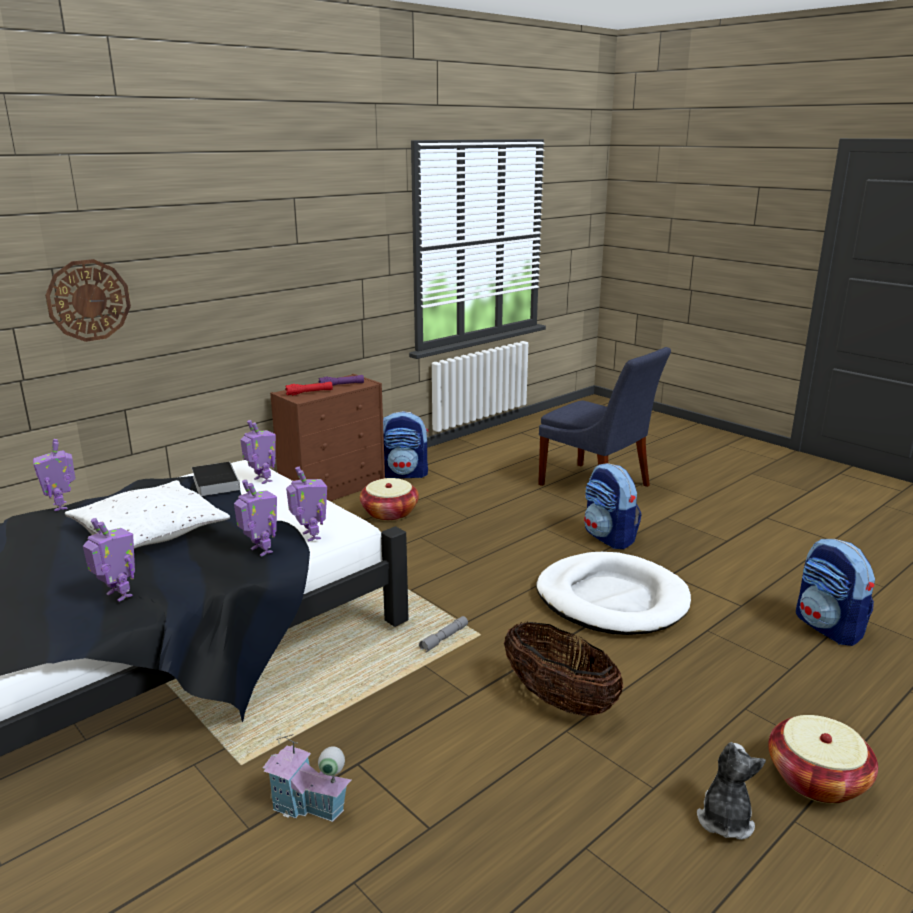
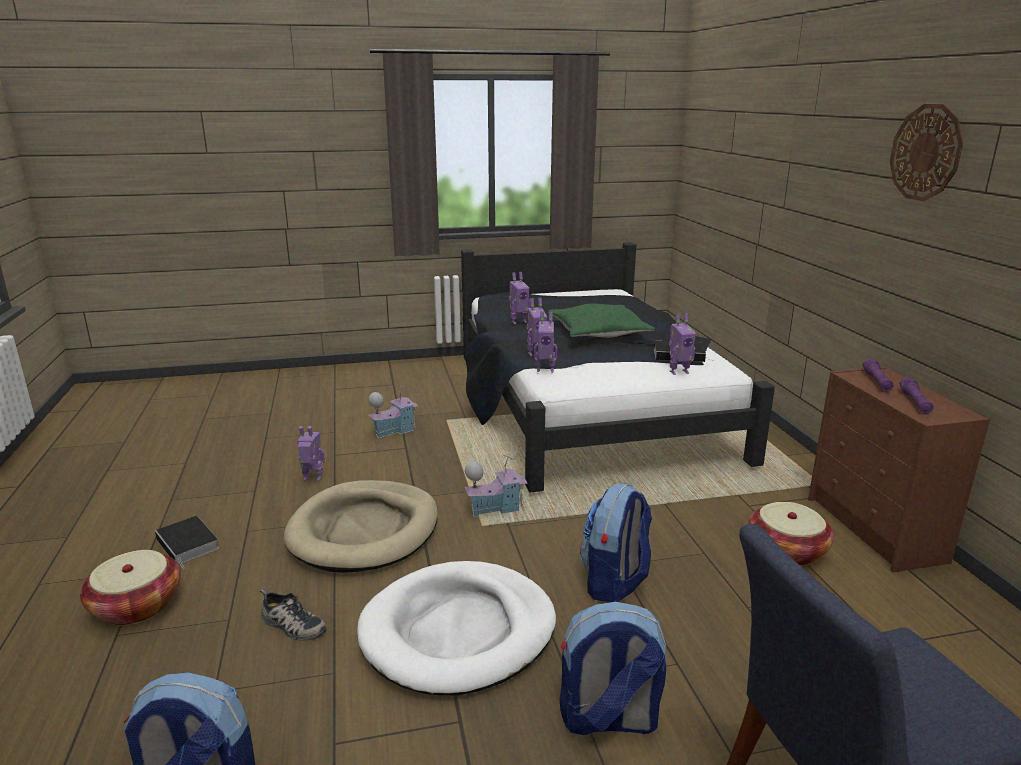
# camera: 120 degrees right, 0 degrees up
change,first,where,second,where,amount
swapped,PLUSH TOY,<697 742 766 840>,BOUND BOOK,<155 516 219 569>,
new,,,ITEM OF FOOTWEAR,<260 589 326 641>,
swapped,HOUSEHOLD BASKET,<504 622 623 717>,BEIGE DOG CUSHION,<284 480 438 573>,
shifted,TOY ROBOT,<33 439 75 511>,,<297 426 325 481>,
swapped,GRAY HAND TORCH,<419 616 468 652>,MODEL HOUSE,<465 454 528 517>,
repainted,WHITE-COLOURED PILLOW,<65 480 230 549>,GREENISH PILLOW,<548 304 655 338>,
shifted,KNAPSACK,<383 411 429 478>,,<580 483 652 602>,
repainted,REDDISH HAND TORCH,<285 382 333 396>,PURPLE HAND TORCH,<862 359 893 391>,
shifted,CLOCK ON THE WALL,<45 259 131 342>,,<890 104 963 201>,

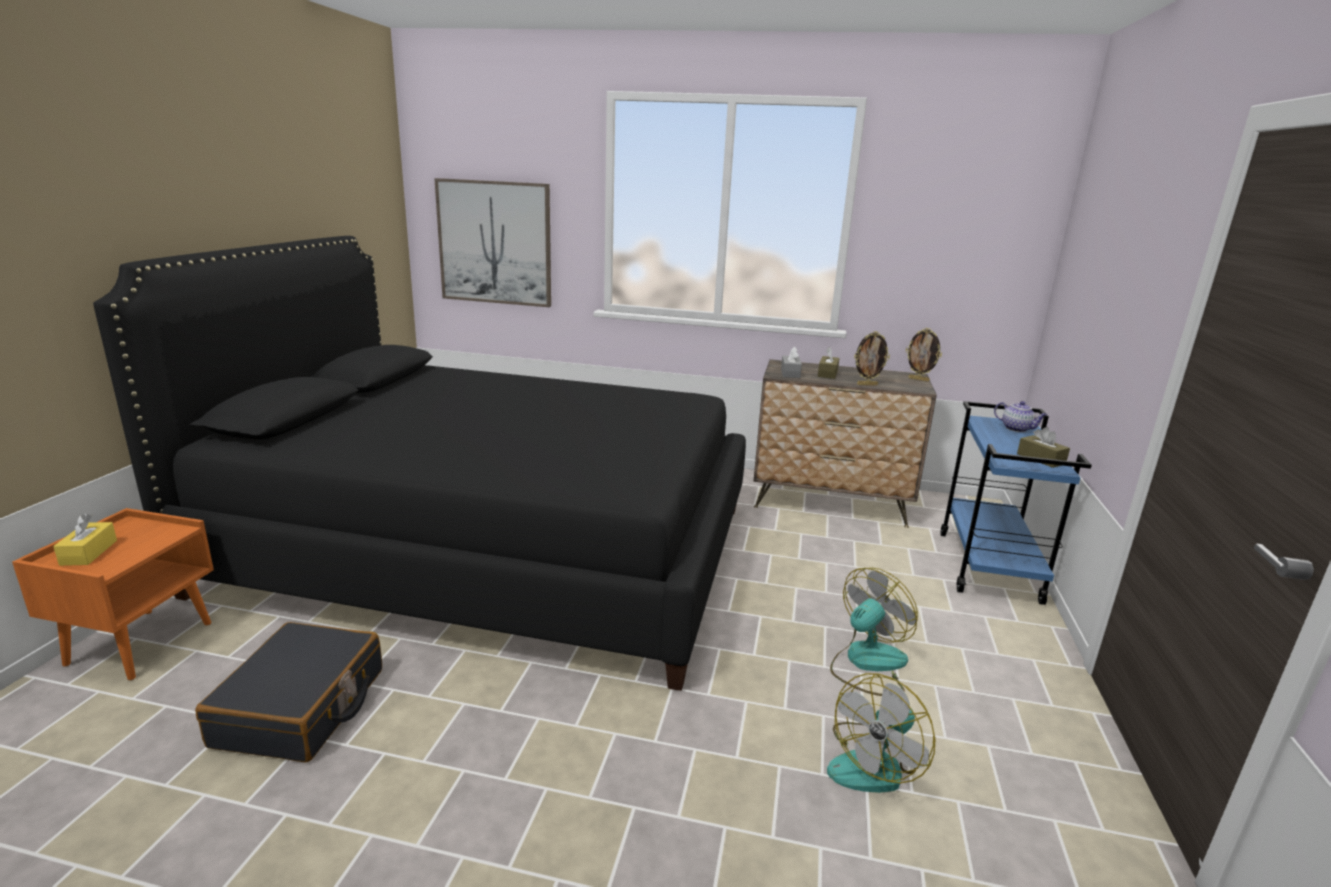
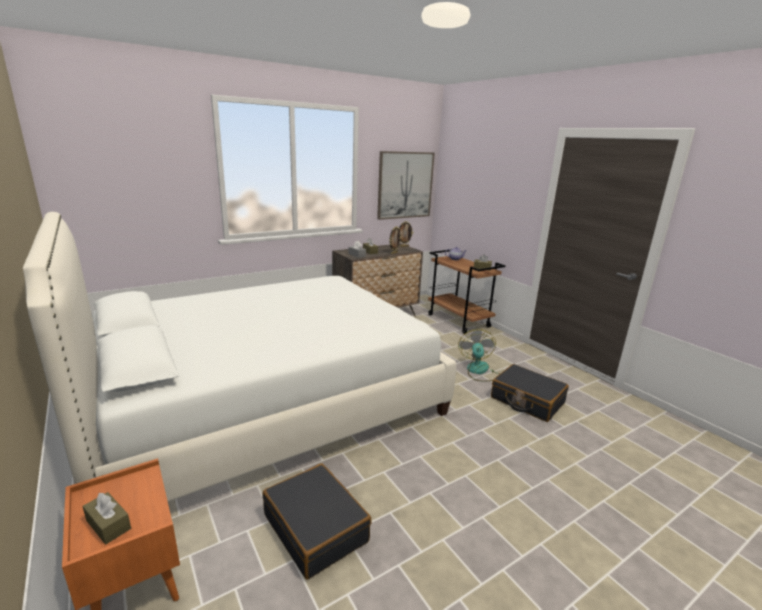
# camera: 45 degrees left, 0 degrees up
change,first,where,second,where,amount
repainted,BLACK BEDROOM BED,<93 236 746 691>,WHITE-COLOURED BEDROOM BED,<23 212 456 502>,
repainted,YELLOW-COLOURED TISSUE BOX,<53 514 117 566>,BROWNISH TISSUE BOX,<82 492 131 545>,
shifted,WALL PICTURE,<434 178 551 307>,,<377 151 435 220>,
repainted,BLUE WHEELED CART,<940 401 1092 605>,BROWNISH WHEELED CART,<428 249 506 334>,
swapped,ELECTRIC FAN,<827 673 935 793>,BLACK PIECE OF LUGGAGE,<491 364 569 422>,

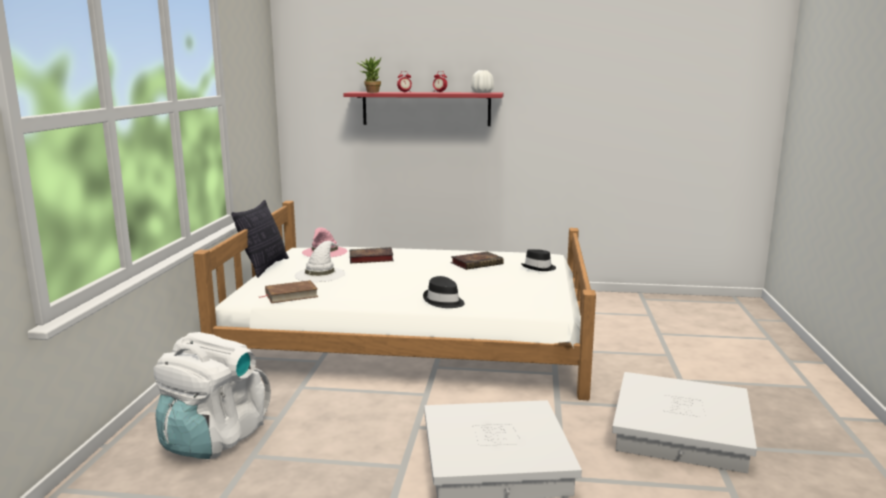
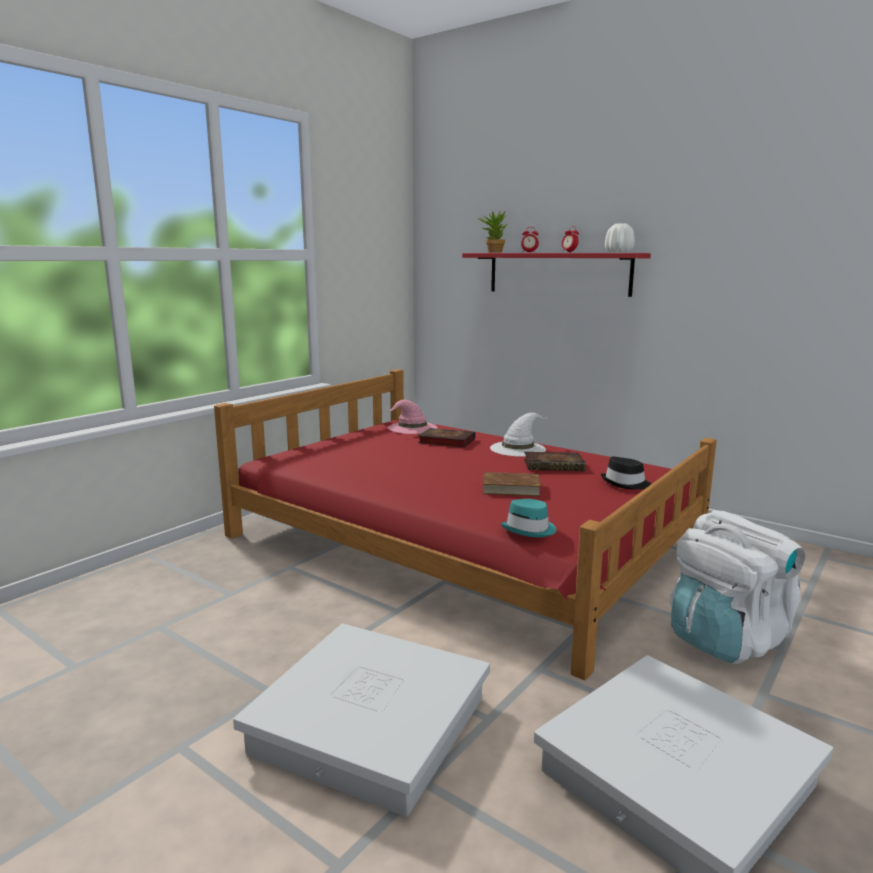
# camera: 30 degrees right, 0 degrees up
change,first,where,second,where,amount
repainted,WHITE-COLOURED BEDROOM BED,<193 201 596 400>,REDDISH BEDROOM BED,<214 369 717 680>,
shifted,BROWNISH BOUND BOOK,<259 280 318 303>,,<473 472 541 496>,
shifted,WHITE-COLOURED WEARABLE HAT,<294 241 345 282>,,<490 413 548 457>,
new,,,TURQUOISE-COLOURED WEARABLE HAT,<501 499 556 538>,
shifted,WHITE-COLOURED KNAPSACK,<154 332 271 459>,,<669 510 805 664>,
gone,PILLOW,<231 200 289 278>,,,
gone,BLACK WEARABLE HAT,<423 276 465 308>,,,

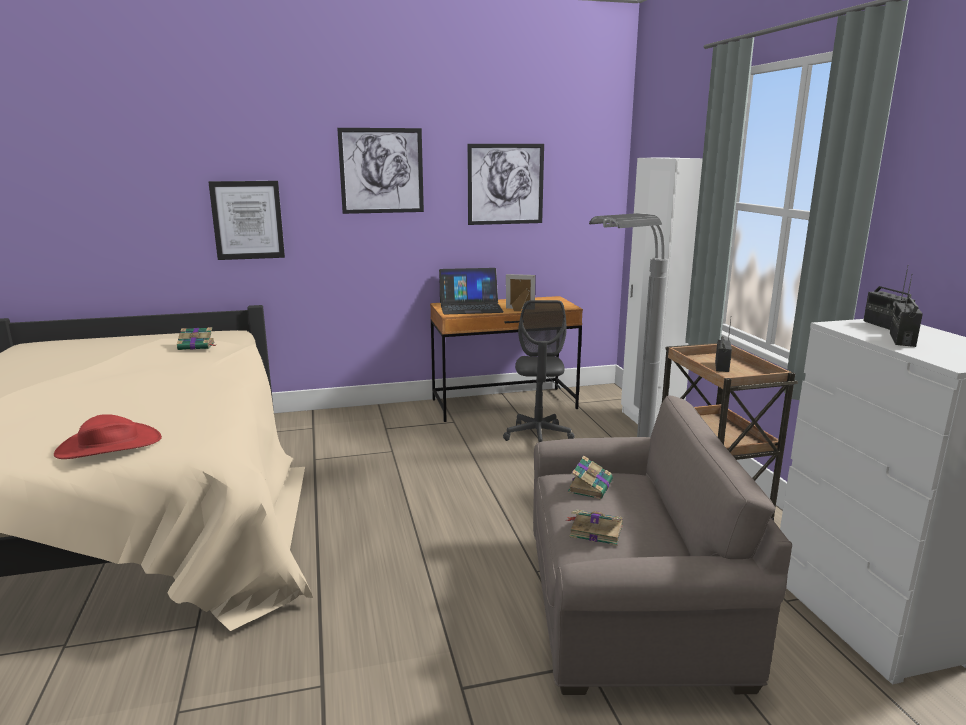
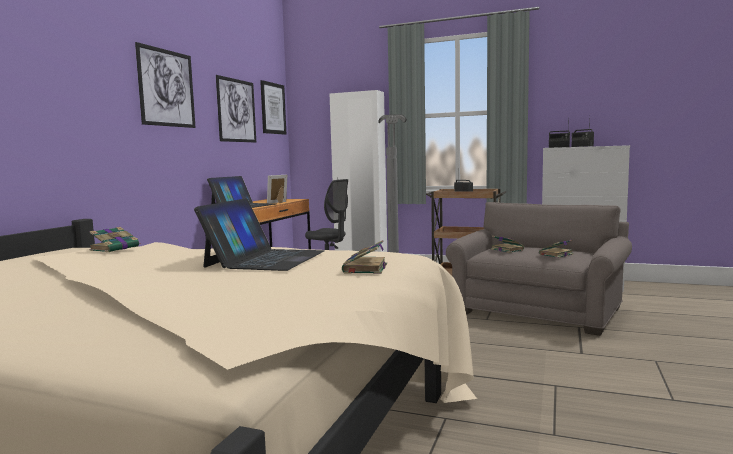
# camera: 55 degrees left, 10 degrees down
change,first,where,second,where,amount
new,,,NOTEBOOK COMPUTER,<194 198 324 271>,
shifted,WALL PICTURE,<209 181 285 260>,,<260 80 286 135>,
swapped,REDDISH WEARABLE HAT,<54 414 162 459>,BOUND BOOK,<342 240 387 274>,

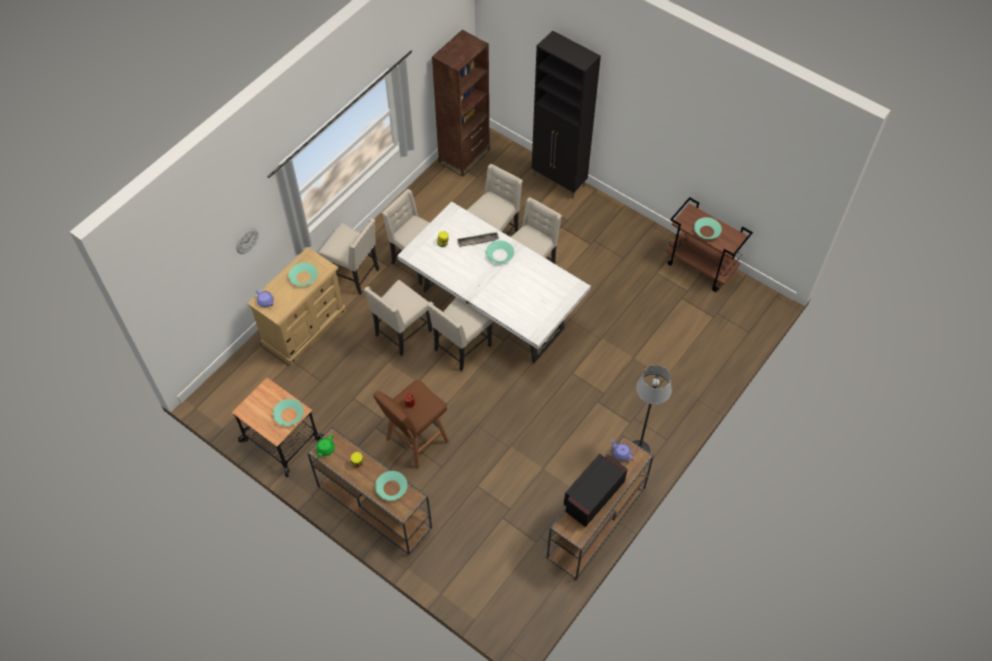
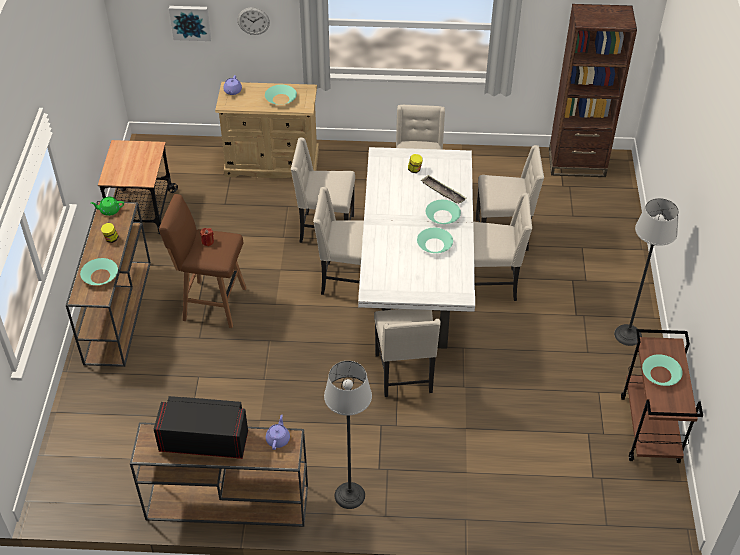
# camera: 55 degrees right, 10 degrees down
change,first,where,second,where,amount
new,,,WALL PICTURE,<169 6 211 41>,
shifted,BEIGE PLAIN CHAIR,<318 218 379 295>,,<374 309 441 397>,
shifted,TURQUOISE-COLOURED BOWL,<273 399 304 426>,,<417 228 453 253>,
new,,,STANDING LAMP,<614 198 679 346>,
gone,BLACK STORAGE CABINET,<532 30 601 198>,,,

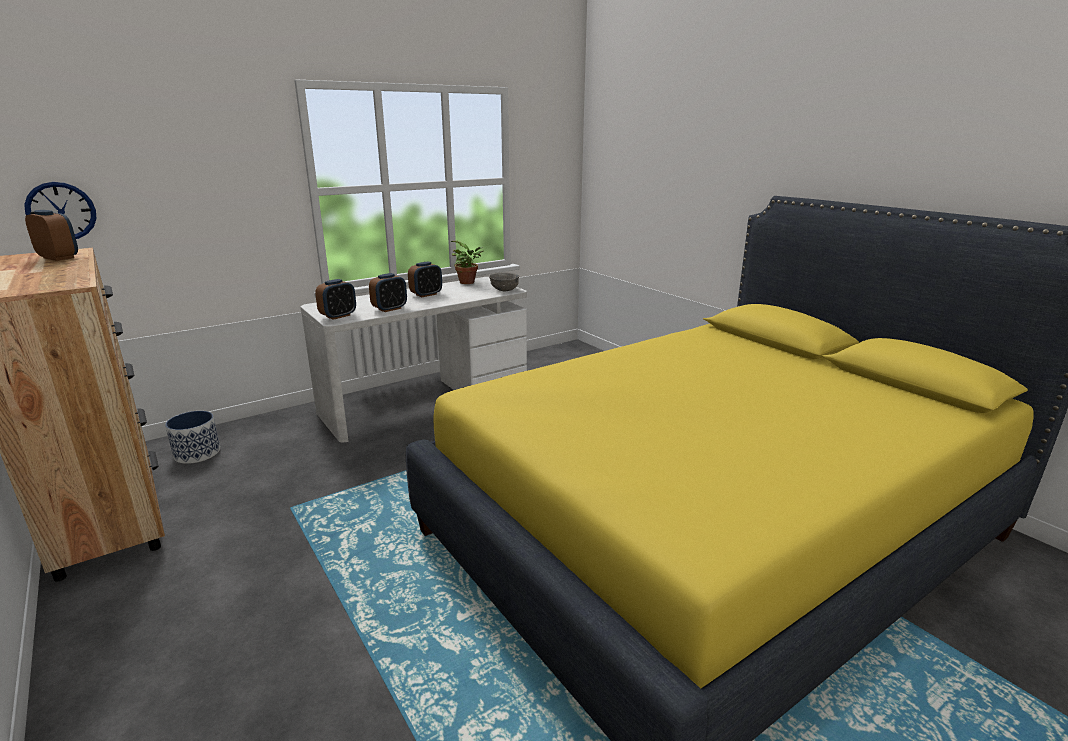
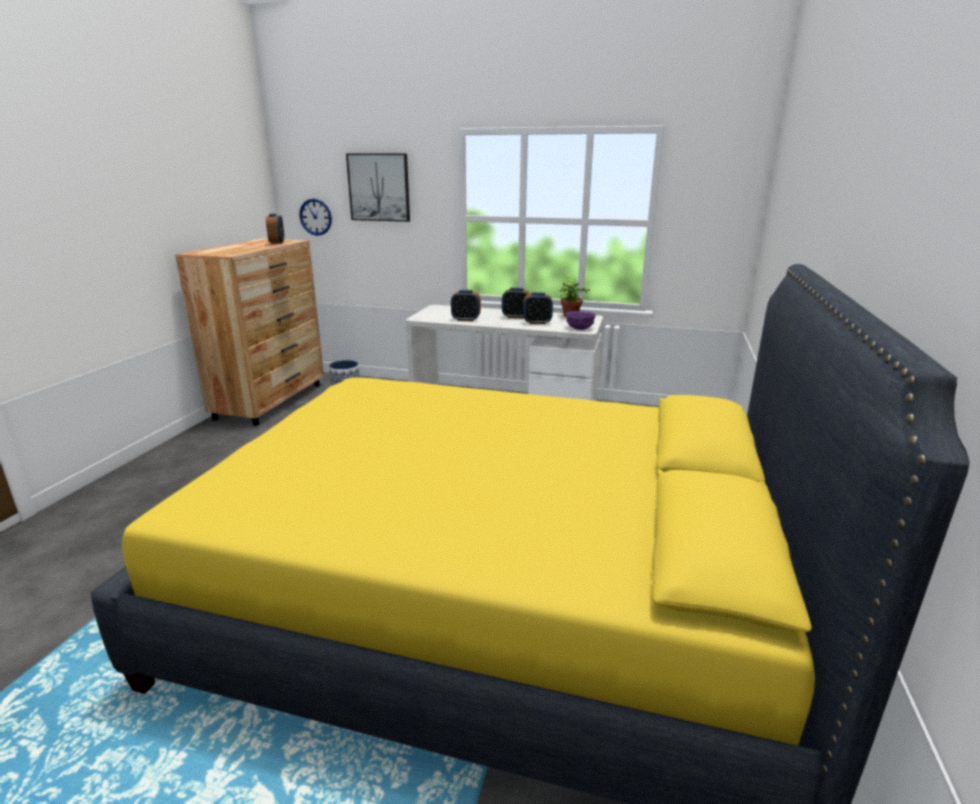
# camera: 50 degrees right, 0 degrees up
change,first,where,second,where,amount
new,,,WALL PICTURE,<346 153 410 222>,
shifted,TABLE CLOCK,<315 279 356 320>,,<523 292 553 324>,
repainted,GRAY BOWL,<489 273 519 291>,PURPLE BOWL,<566 311 596 330>,

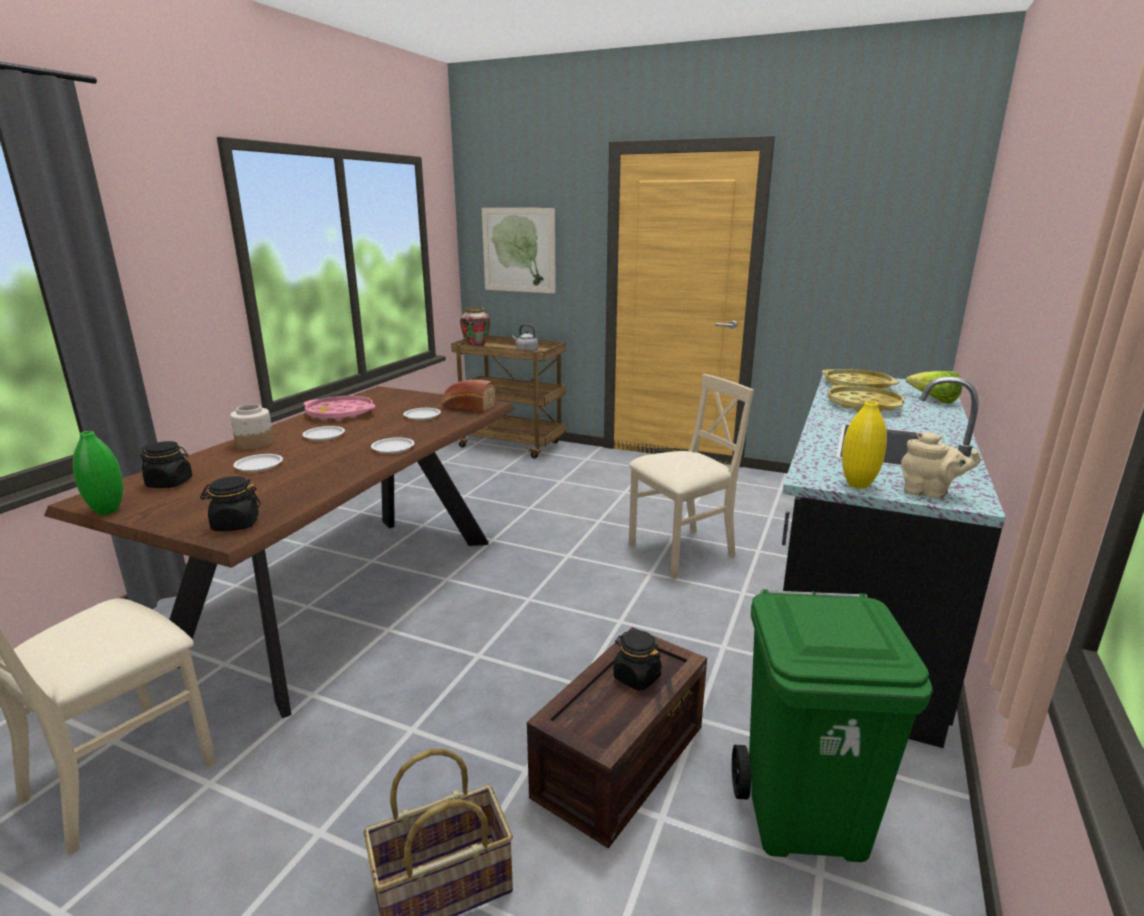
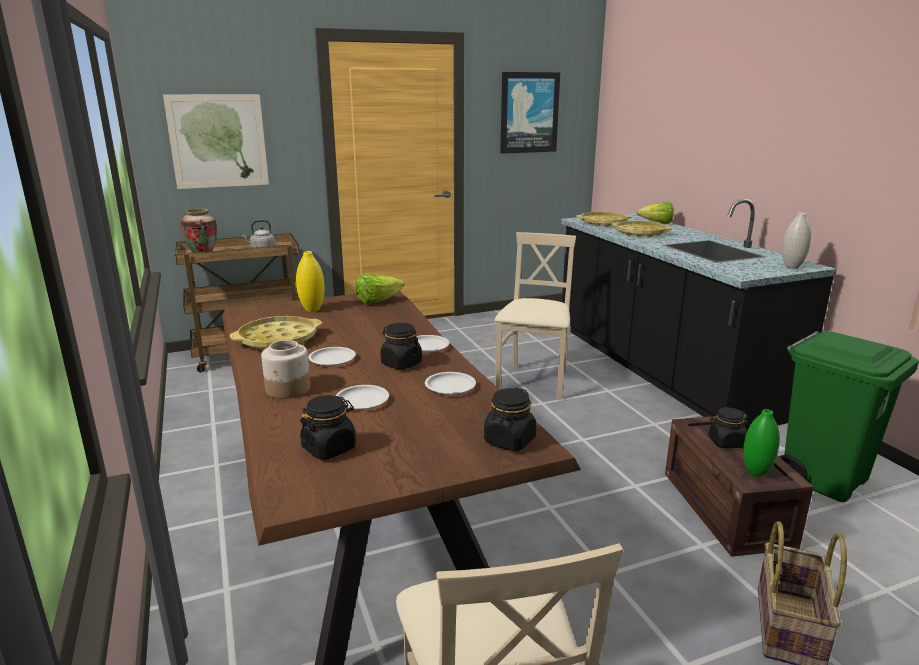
# camera: 45 degrees left, 0 degrees up
change,first,where,second,where,amount
repainted,PINK TRAY,<303 396 375 421>,YELLOW-COLOURED TRAY,<230 316 322 350>,
shifted,YELLOW-COLOURED DECORATIVE VASE,<842 401 887 489>,,<296 251 324 312>,
swapped,BAKED BREAD,<441 380 496 413>,LETTUCE,<356 274 404 304>,
new,,,BLACK JAR,<380 323 422 370>,
shifted,WHITE-COLOURED FLAT DISH,<403 408 441 420>,,<425 372 476 395>,
new,,,WALL PICTURE,<500 72 560 154>,
shifted,GREENISH DECORATIVE VASE,<73 431 123 515>,,<743 409 780 477>,
swapped,BEIGE TEA POT,<901 432 980 499>,WHITE-COLOURED DECORATIVE VASE,<782 213 811 269>,

